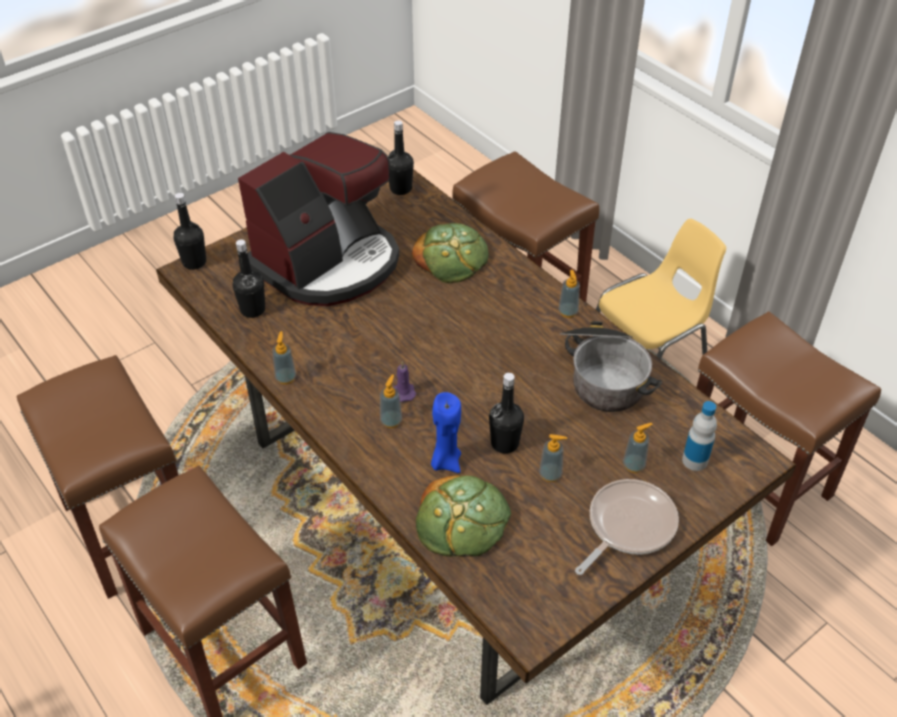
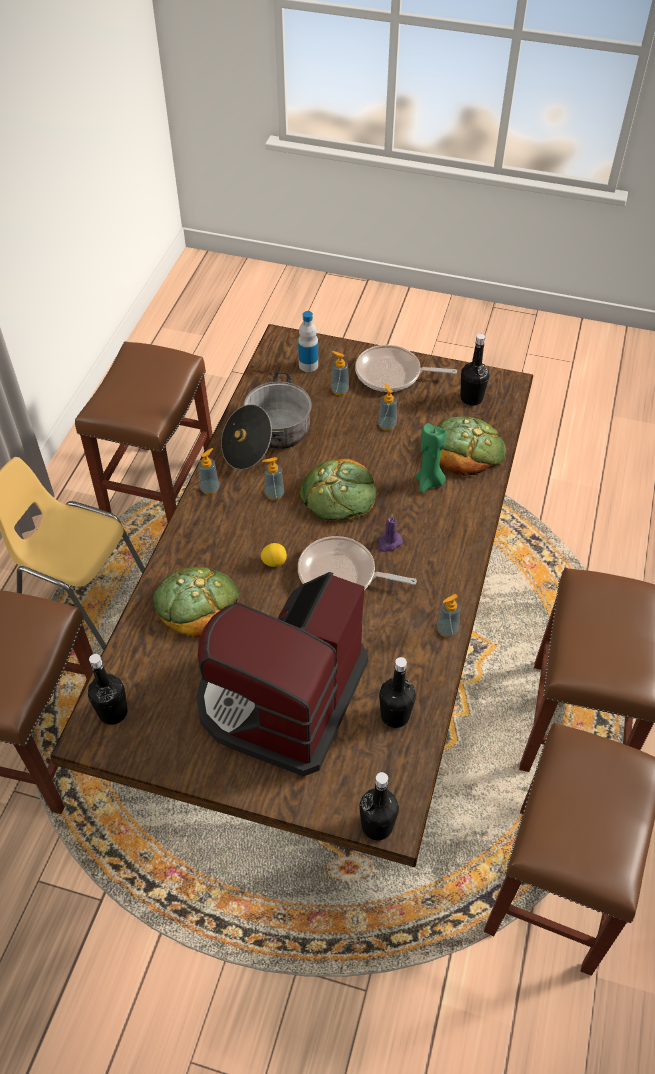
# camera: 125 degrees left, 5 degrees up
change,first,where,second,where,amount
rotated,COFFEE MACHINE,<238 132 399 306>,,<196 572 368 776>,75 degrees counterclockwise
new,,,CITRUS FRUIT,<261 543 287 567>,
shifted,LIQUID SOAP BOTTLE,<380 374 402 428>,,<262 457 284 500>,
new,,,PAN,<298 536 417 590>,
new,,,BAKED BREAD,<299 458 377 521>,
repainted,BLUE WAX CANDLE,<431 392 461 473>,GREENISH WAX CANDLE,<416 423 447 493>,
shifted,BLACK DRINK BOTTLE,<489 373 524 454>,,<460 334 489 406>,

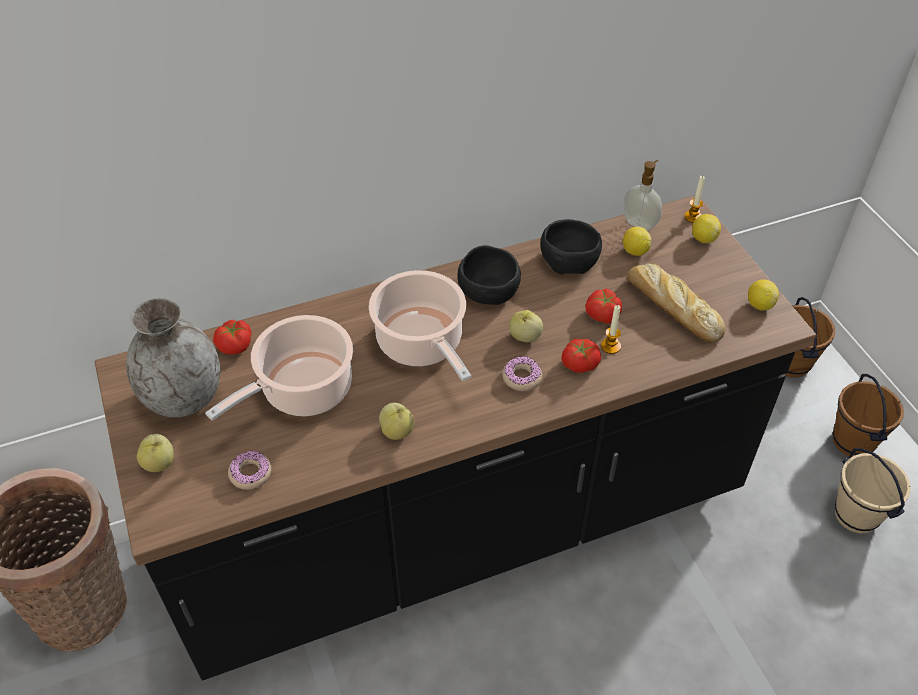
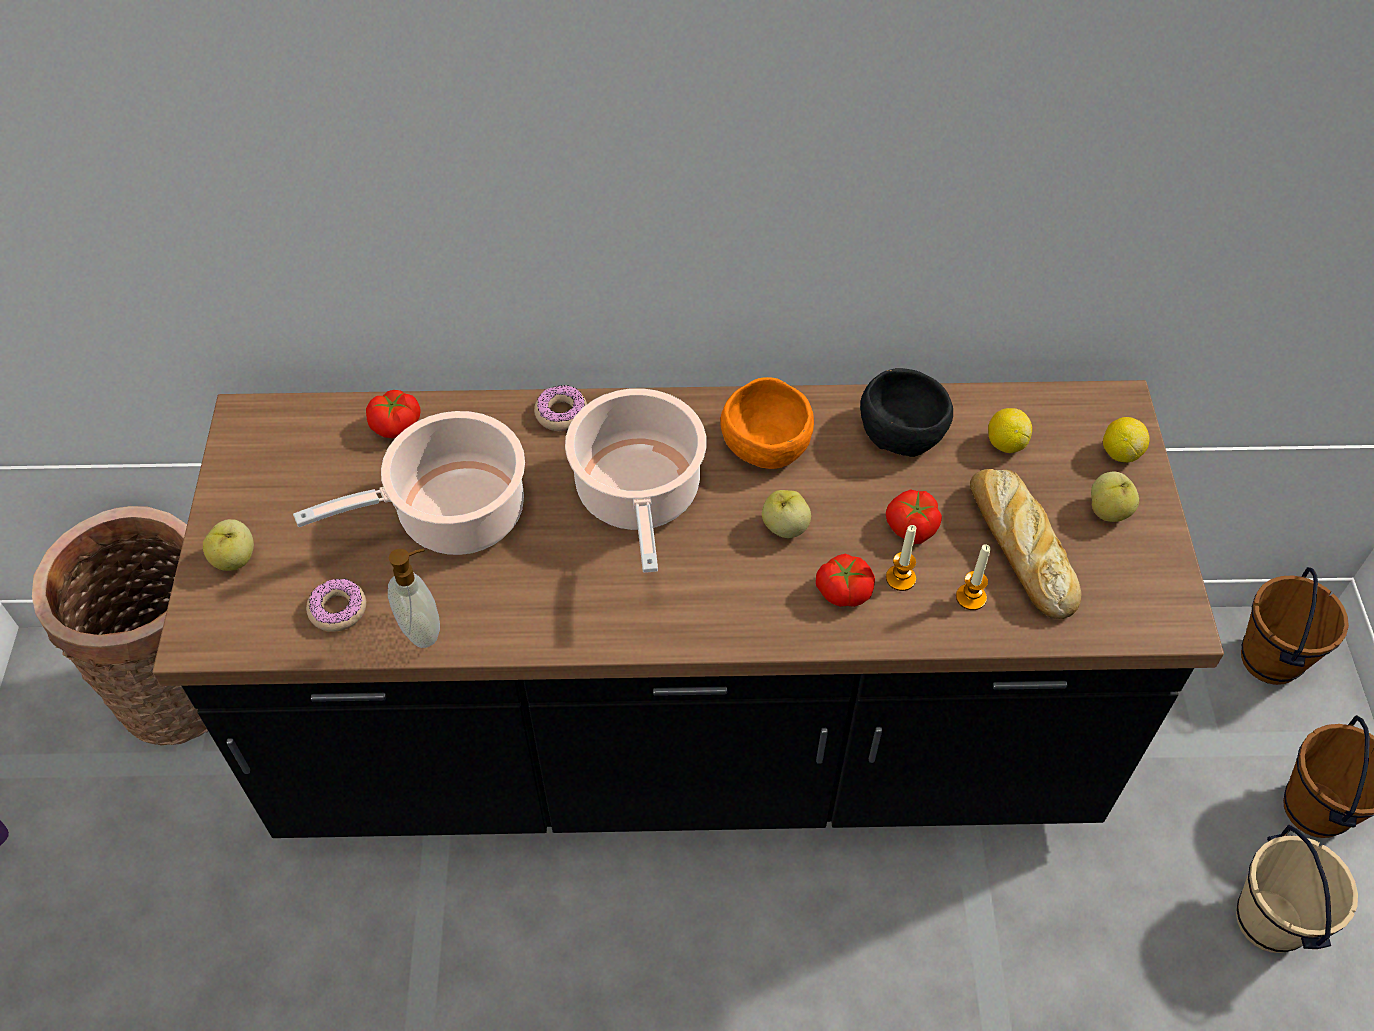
# camera: 20 degrees right, 5 degrees up
change,first,where,second,where,amount
shifted,LIQUID SOAP BOTTLE,<623 160 662 231>,,<388 548 440 648>,
shifted,DONUT,<502 356 542 391>,,<534 385 587 431>,
repainted,BLACK BOWL,<458 245 521 305>,ORANGEY BOWL,<720 377 814 469>,
shifted,WAX CANDLE,<684 176 705 223>,,<956 544 991 610>,
shifted,APPLE FRUIT,<379 403 414 440>,,<1091 471 1139 522>,
gone,GRAY DECORATIVE VASE,<126 297 221 417>,,,
gone,CITRUS FRUIT,<748 280 779 311>,,,

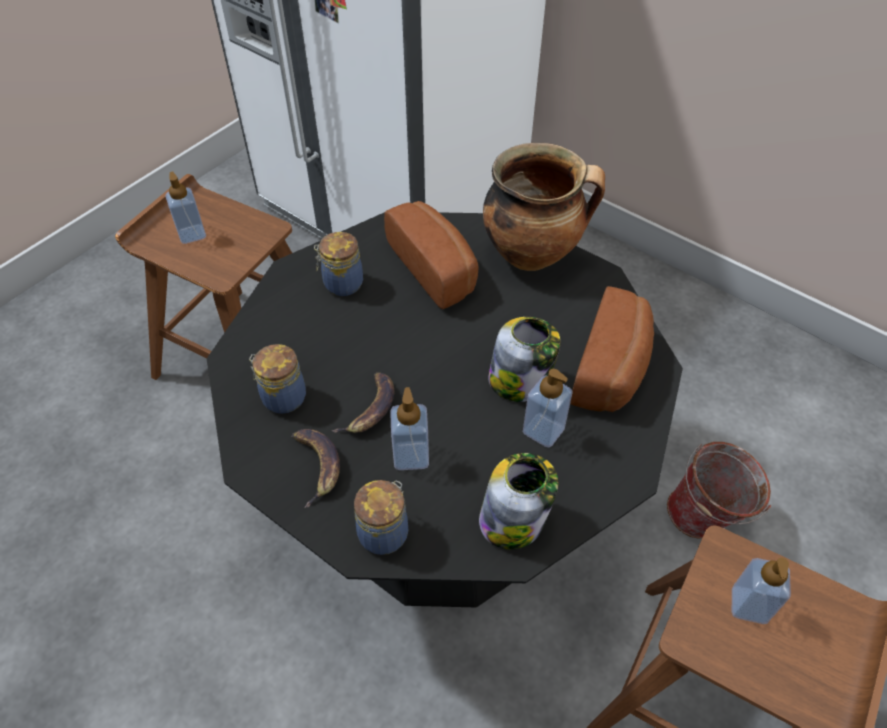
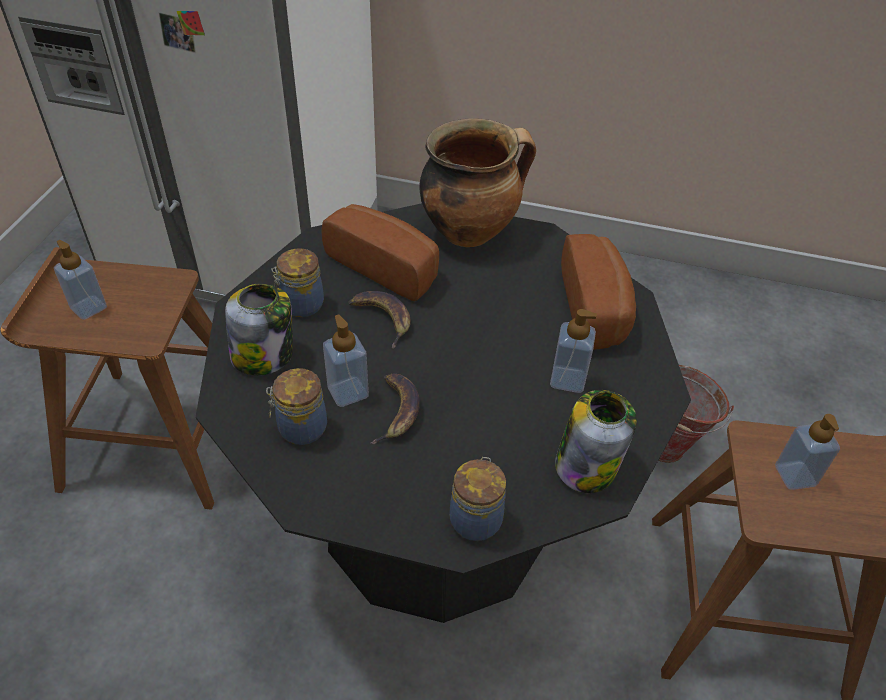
# camera: 25 degrees left, 5 degrees down
change,first,where,second,where,amount
shifted,JAR,<488 317 561 402>,,<225 284 293 375>,
shifted,LIQUID SOAP BOTTLE,<390 387 429 470>,,<323 315 369 407>,
shifted,WHOLE BANANA,<292 429 340 508>,,<348 291 411 349>,

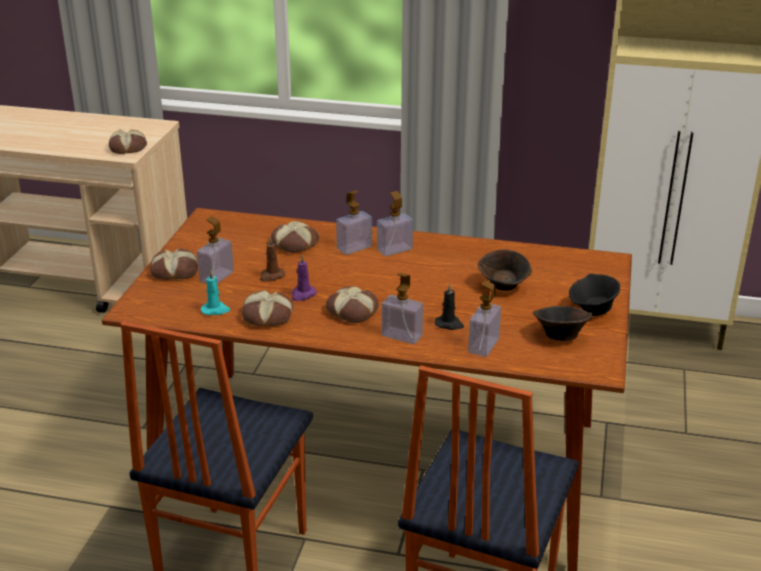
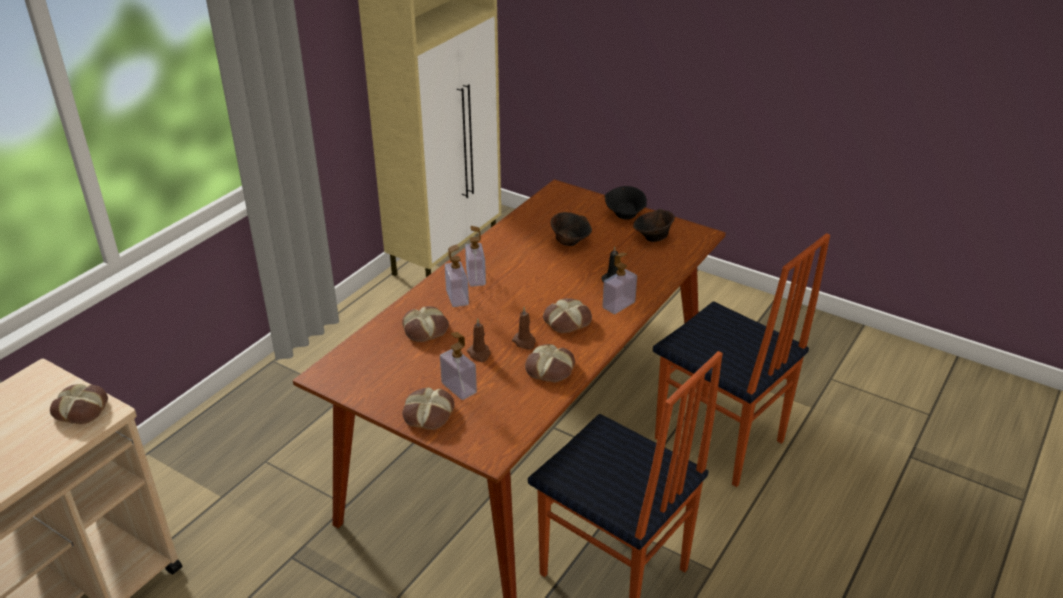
# camera: 70 degrees left, 5 degrees up
change,first,where,second,where,amount
repainted,PURPLE WAX CANDLE,<291 255 317 301>,BROWNISH WAX CANDLE,<512 307 536 350>,
gone,TURQUOISE-COLOURED WAX CANDLE,<201 270 230 315>,,,
gone,LIQUID SOAP BOTTLE,<468 280 501 357>,,,

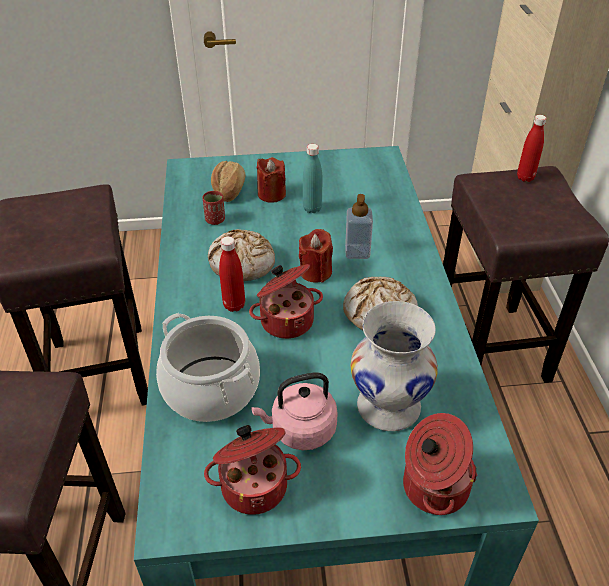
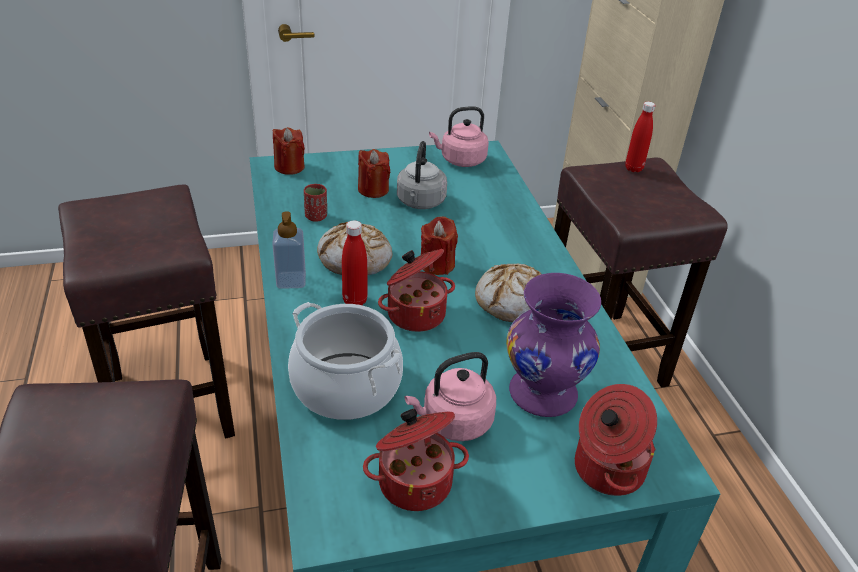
# camera: 10 degrees left, 5 degrees down
change,first,where,second,where,amount
shifted,LIQUID SOAP BOTTLE,<345 194 373 259>,,<272 211 306 289>,
new,,,REDDISH WAX CANDLE,<273 127 305 175>,
swapped,TURQUOISE-COLOURED DRINK BOTTLE,<303 144 322 213>,GRAY WATER KETTLE,<397 141 447 209>,
new,,,PINK WATER KETTLE,<429 106 489 167>,
repainted,WHITE-COLOURED DECORATIVE VASE,<351 301 438 431>,PURPLE DECORATIVE VASE,<506 273 601 417>,
gone,BAKED BREAD,<211 161 246 202>,,,

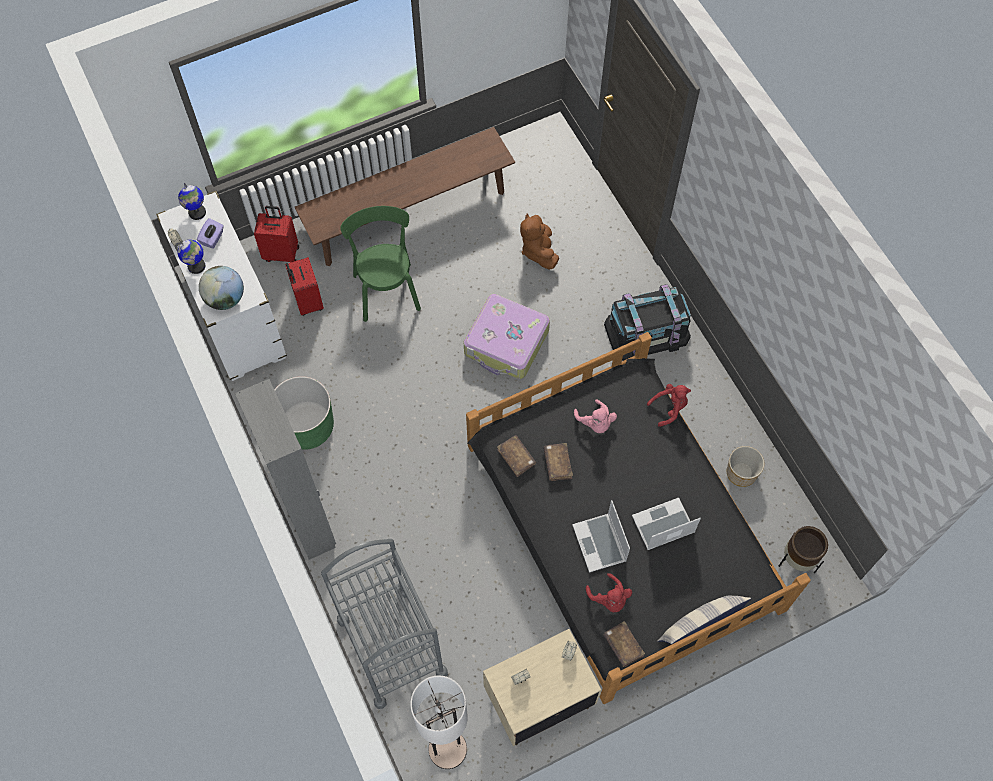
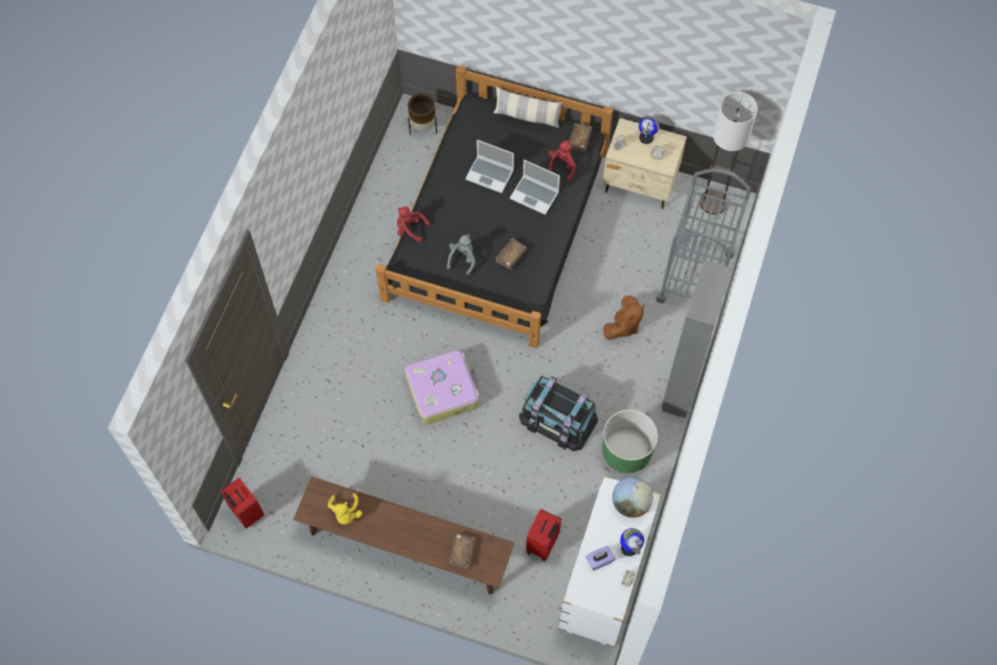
# camera: 135 degrees left, 0 degrees up
change,first,where,second,where,amount
shifted,REDDISH PIECE OF LUGGAGE,<254 206 299 263>,,<220 478 264 529>,
new,,,YELLOW-COLOURED PLUSH TOY,<328 493 362 524>,
repainted,PINK PLUSH TOY,<574 399 617 433>,GRAY PLUSH TOY,<447 234 476 276>,
shifted,BROWNISH BOUND BOOK,<497 435 536 477>,,<448 534 475 570>,
rotated,NOTEBOOK COMPUTER,<572 500 630 573>,,<510 160 560 215>,90 degrees clockwise
shifted,BLACK STORAGE CONTAINER,<604 284 691 361>,,<519 376 598 451>,
shifted,BROWNISH PLUSH TOY,<520 213 559 270>,,<604 296 645 340>,
shifted,DESK GLOBE,<178 183 206 220>,,<639 116 659 144>,
gone,GREENISH PLAIN CHAIR,<340 206 421 322>,,,
gone,PLANTER,<727 446 764 487>,,,

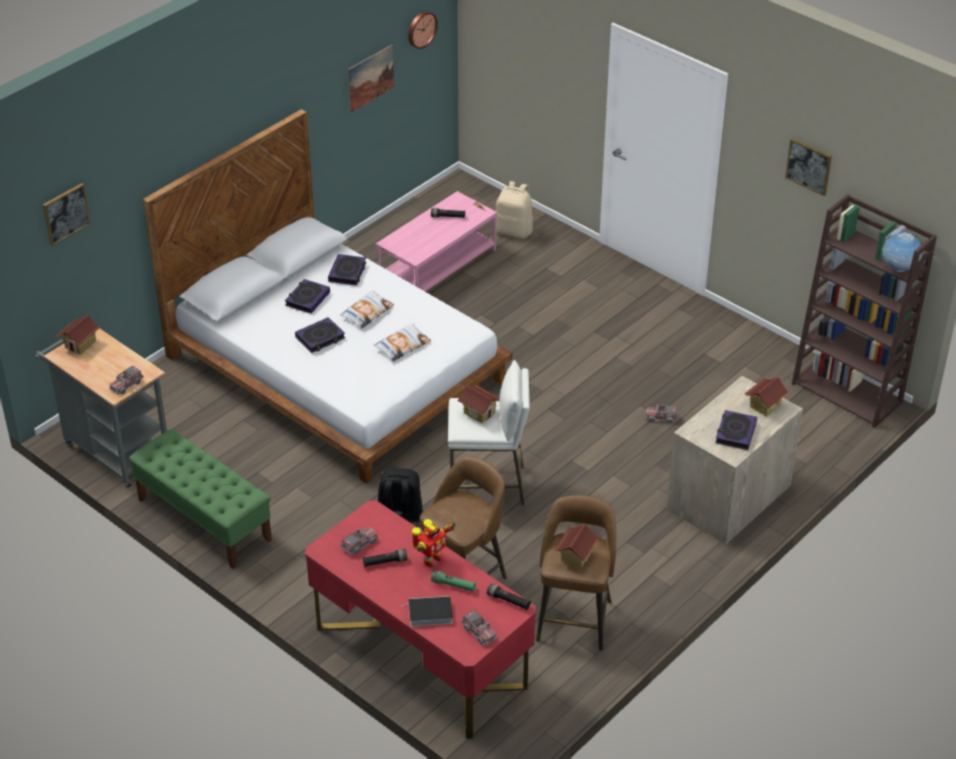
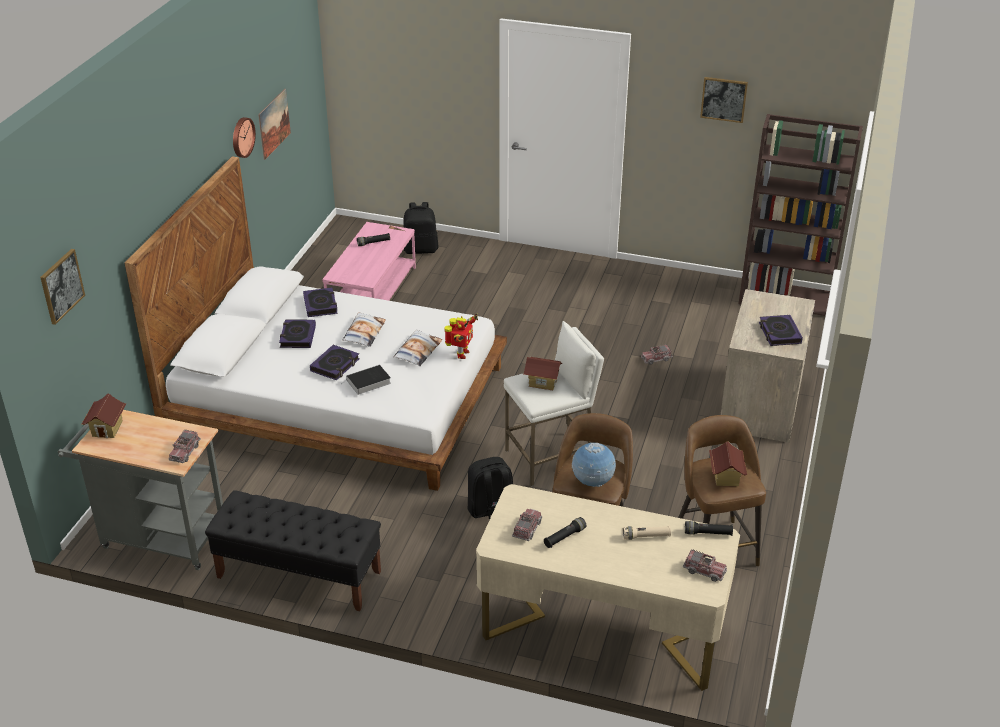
# camera: 25 degrees left, 5 degrees down
change,first,where,second,where,amount
repainted,GREENISH BENCH,<129 429 272 569>,BLACK BENCH,<205 490 381 611>,
shifted,CLOCK ON THE WALL,<408 11 438 49>,,<233 117 256 158>,
shifted,BOUND BOOK,<401 596 453 627>,,<341 365 391 395>,
repainted,BEIGE KNAPSACK,<496 181 533 238>,BLACK KNAPSACK,<403 202 439 254>,
shifted,TOY ROBOT,<412 519 455 567>,,<444 313 478 359>,
repainted,REDDISH DESK,<305 500 536 739>,BEIGE DESK,<476 484 740 691>,
shifted,DESK GLOBE,<882 232 922 272>,,<572 443 616 487>,
repainted,GREENISH HAND TORCH,<431 570 476 592>,BEIGE HAND TORCH,<623 525 671 540>,
gone,MODEL HOUSE,<745 377 790 416>,,,

